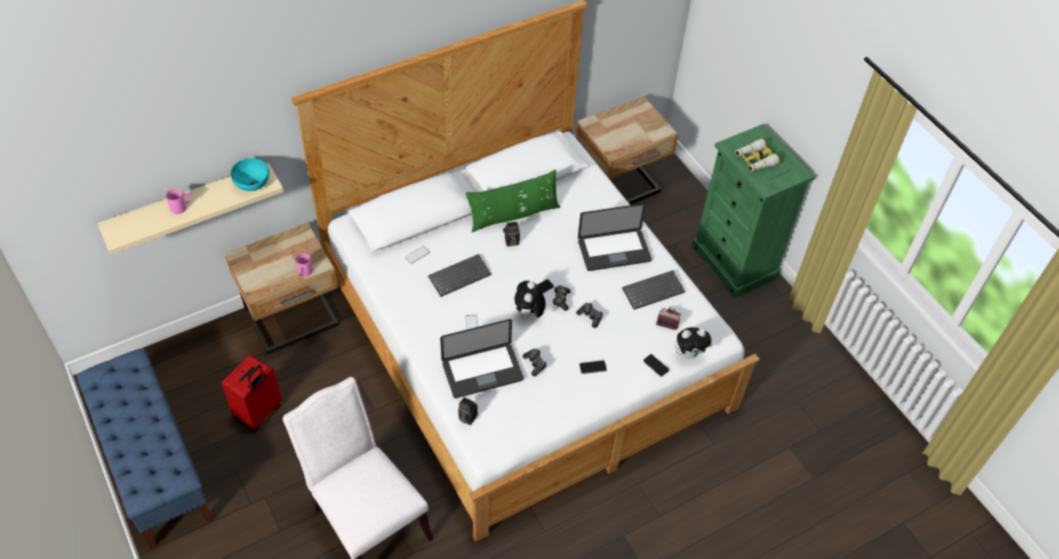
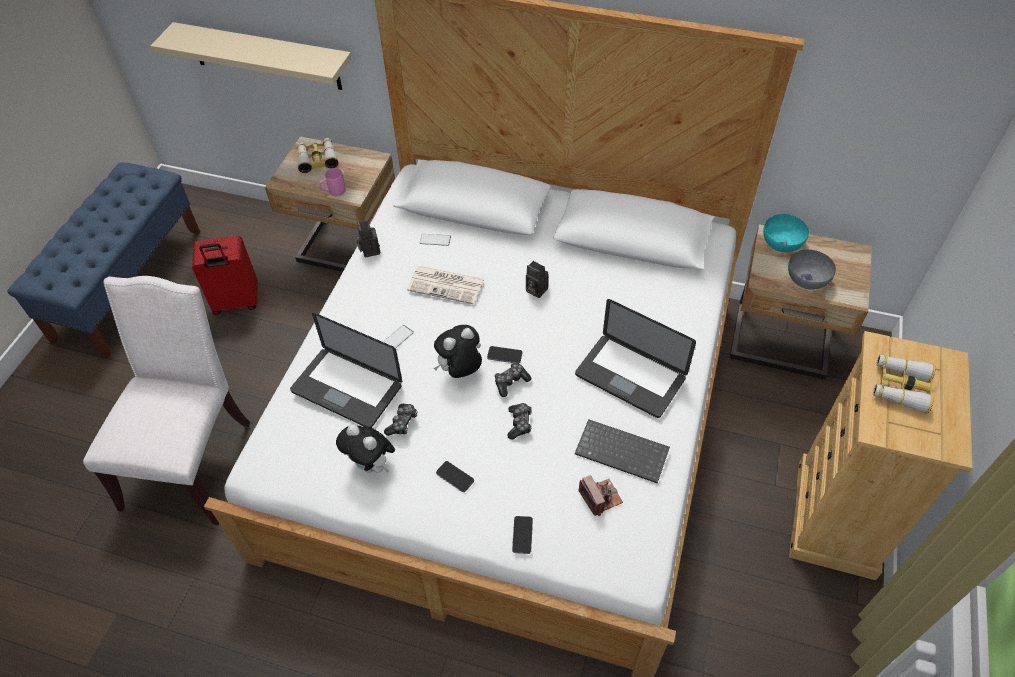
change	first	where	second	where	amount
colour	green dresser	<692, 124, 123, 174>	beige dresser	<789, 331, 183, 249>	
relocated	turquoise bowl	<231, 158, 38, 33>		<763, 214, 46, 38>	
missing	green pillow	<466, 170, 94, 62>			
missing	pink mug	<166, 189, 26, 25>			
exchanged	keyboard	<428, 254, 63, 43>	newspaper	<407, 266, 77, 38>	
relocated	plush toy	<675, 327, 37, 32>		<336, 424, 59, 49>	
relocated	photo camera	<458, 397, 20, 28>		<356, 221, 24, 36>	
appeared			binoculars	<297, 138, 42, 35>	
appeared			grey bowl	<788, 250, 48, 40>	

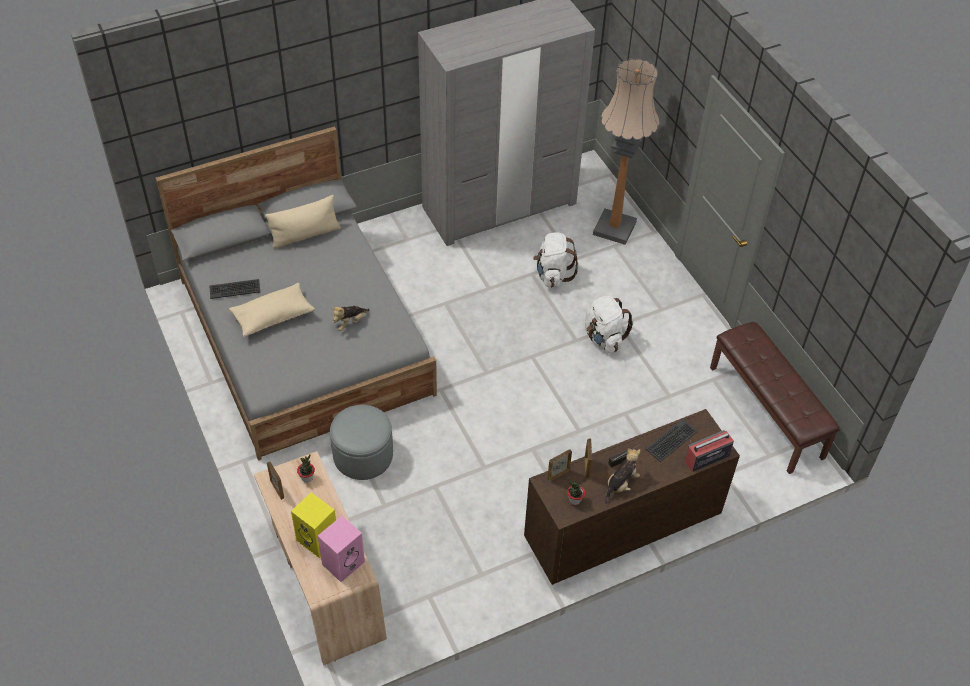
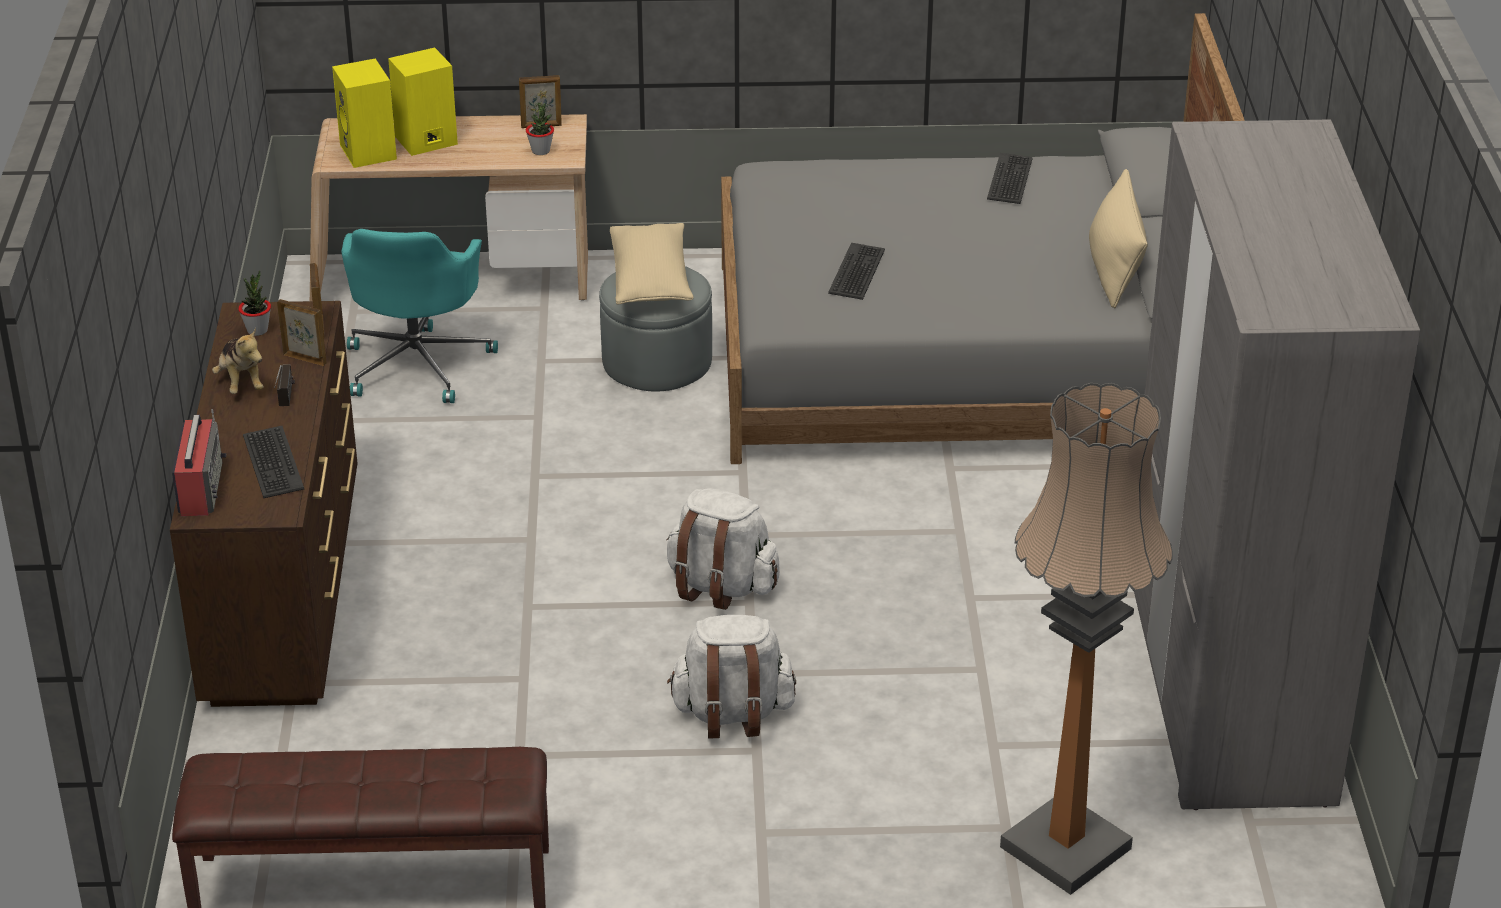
change	first	where	second	where	amount
relocated	white backpack	<533, 233, 45, 54>		<666, 489, 114, 121>	
relocated	beige pillow	<229, 283, 86, 54>		<610, 223, 84, 81>	
exchanged	plush toy	<331, 306, 39, 25>	keyboard	<828, 243, 57, 57>	
colour	pink speaker	<318, 516, 47, 67>	yellow speaker	<332, 58, 65, 110>	
appeared			turquoise office chair	<341, 229, 157, 174>	

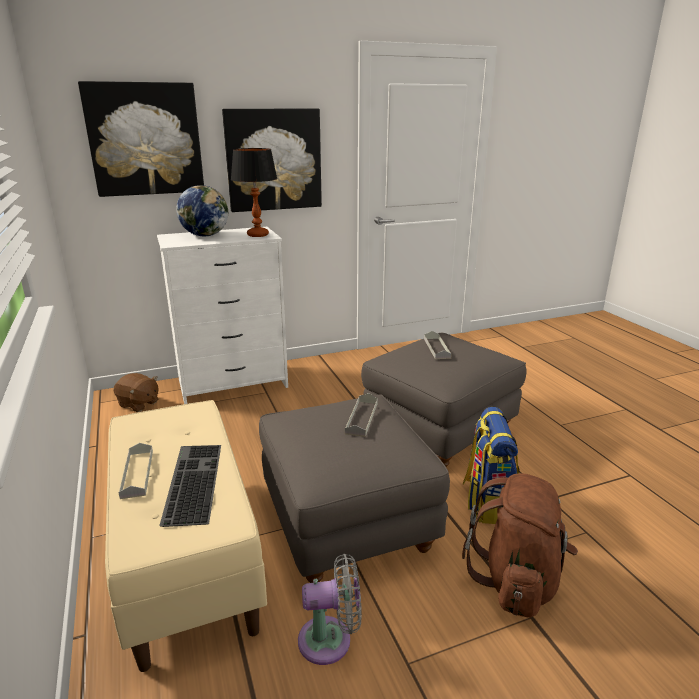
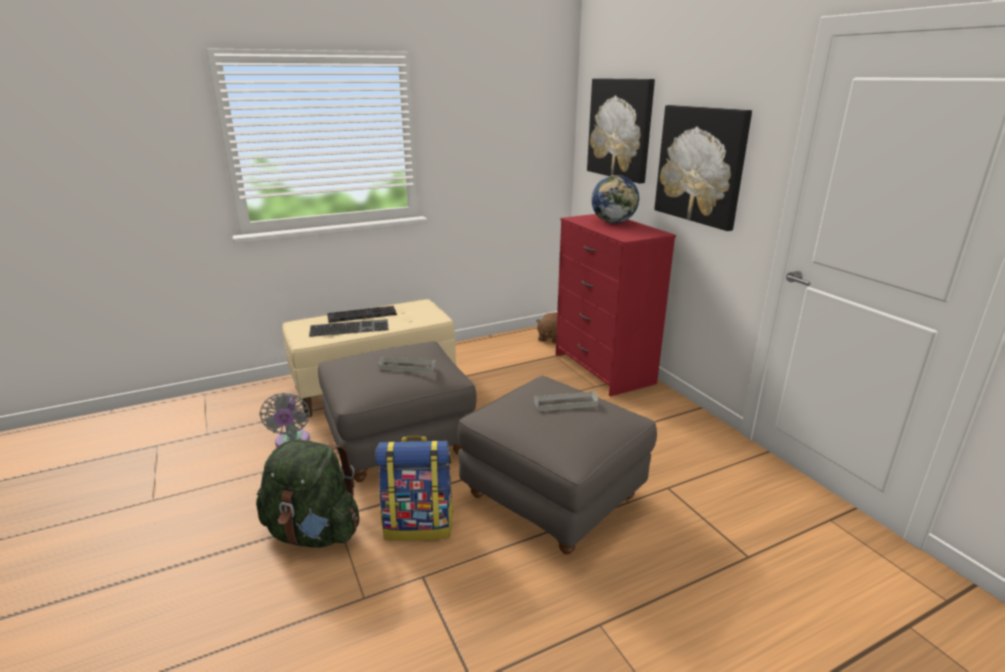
change	first	where	second	where	amount
missing	table lamp	<231, 148, 46, 89>			
colour	white dresser	<157, 227, 131, 177>	red dresser	<556, 214, 120, 182>	
exchanged	grey tray	<118, 443, 35, 56>	keyboard	<327, 306, 70, 17>	
colour	brown backpack	<462, 473, 116, 145>	green backpack	<256, 439, 103, 109>	

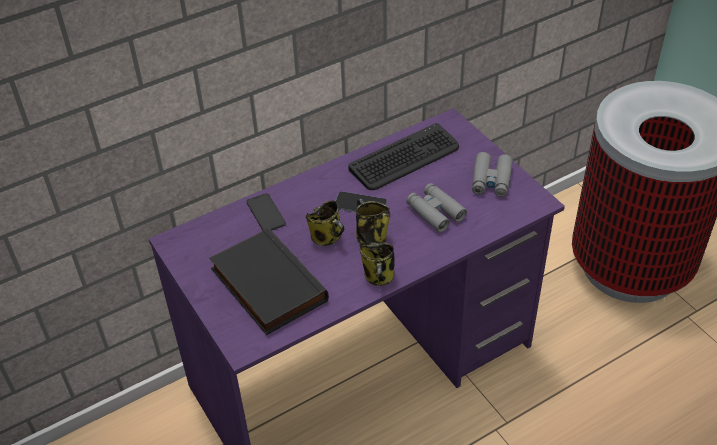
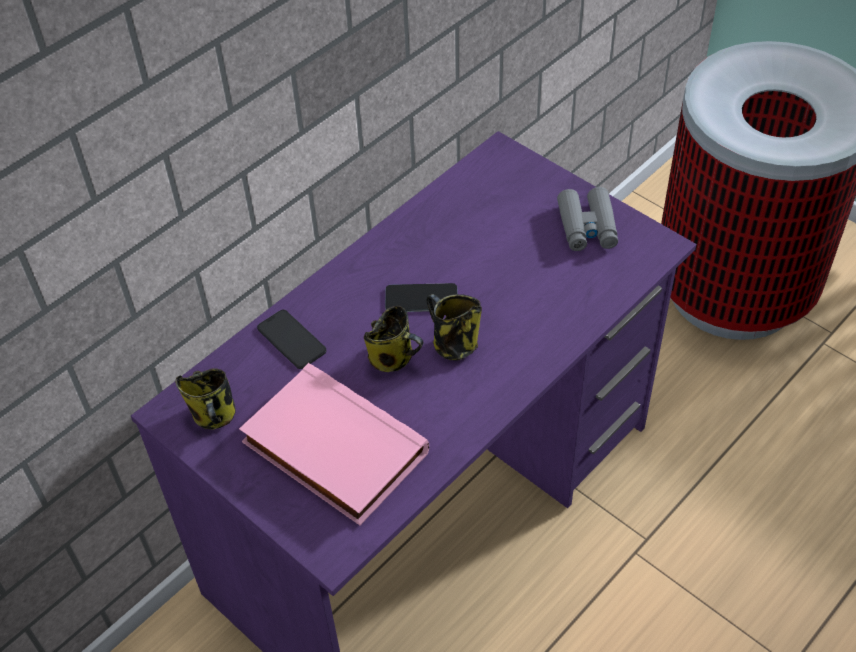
change	first	where	second	where	amount
missing	keyboard	<348, 123, 111, 67>			
missing	grey binoculars	<406, 183, 61, 49>			
colour	black book	<209, 228, 120, 107>	pink book	<239, 363, 190, 162>	
relocated	mug	<359, 243, 36, 43>		<175, 368, 61, 62>	

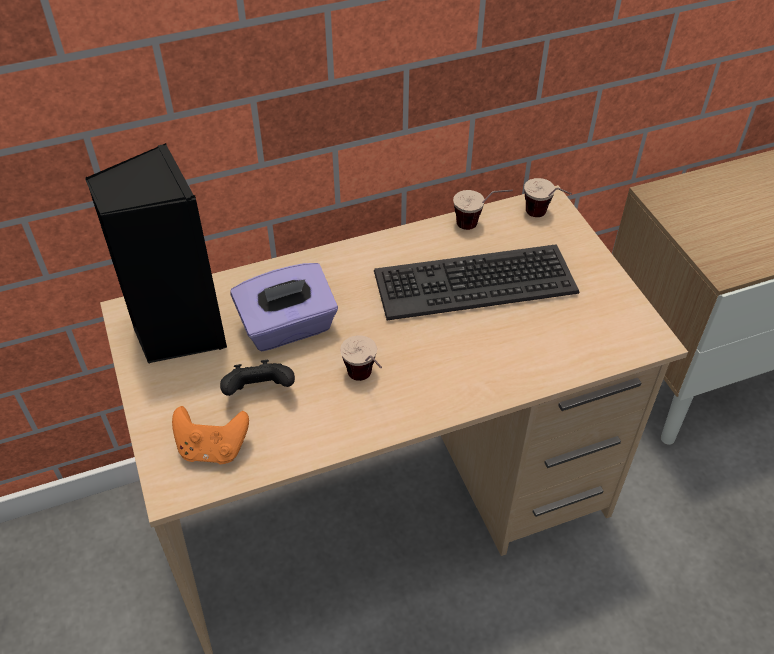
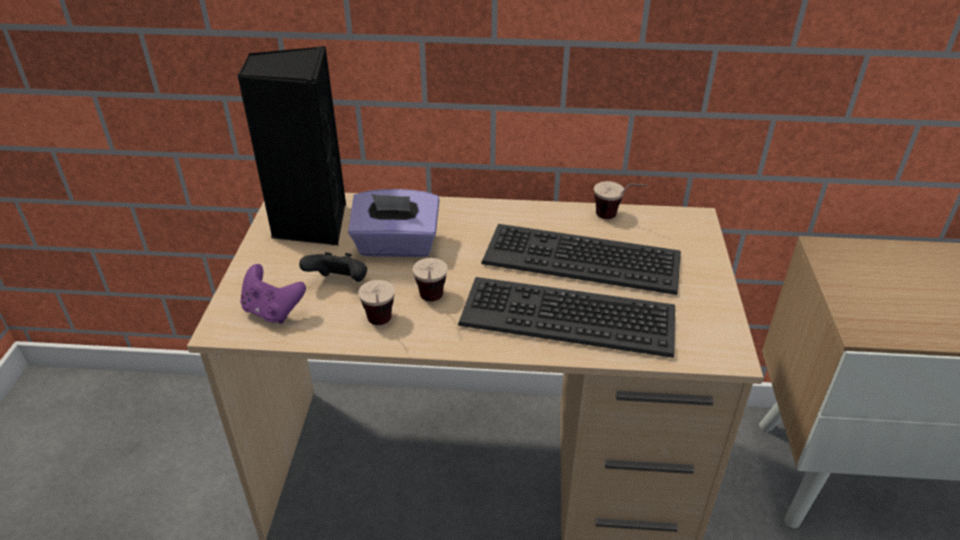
change	first	where	second	where	amount
relocated	cup	<524, 178, 48, 39>		<358, 280, 37, 45>	
colour	orange game controller	<172, 406, 77, 58>	purple game controller	<241, 264, 65, 60>	
appeared			keyboard	<458, 277, 217, 81>	

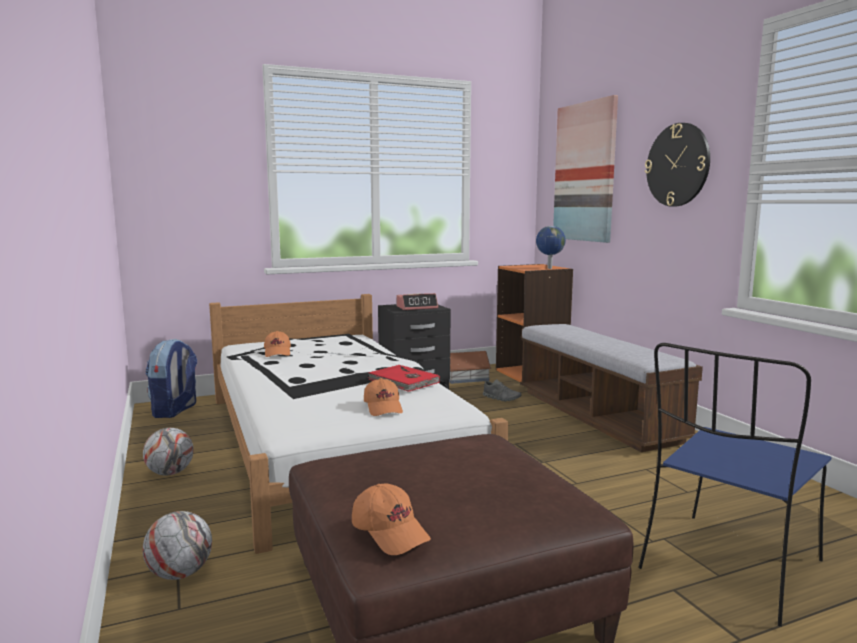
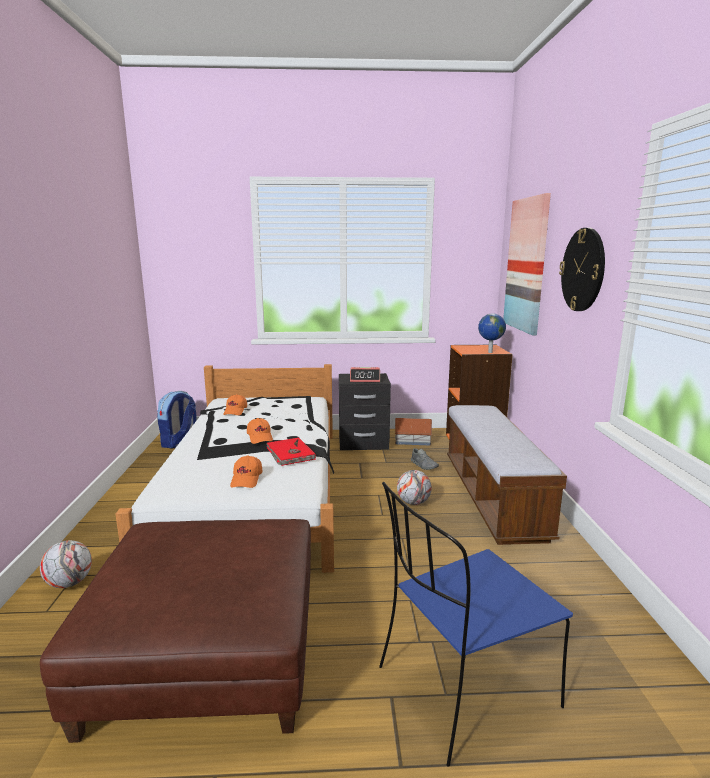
change	first	where	second	where	amount
relocated	football	<143, 428, 51, 47>		<397, 470, 35, 35>	
relocated	orange cap	<352, 483, 79, 72>		<247, 418, 26, 26>	

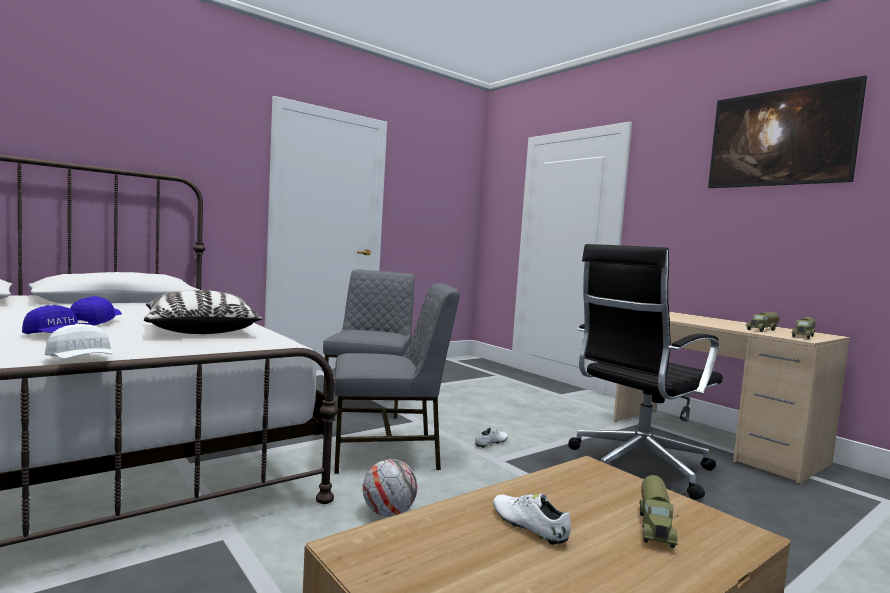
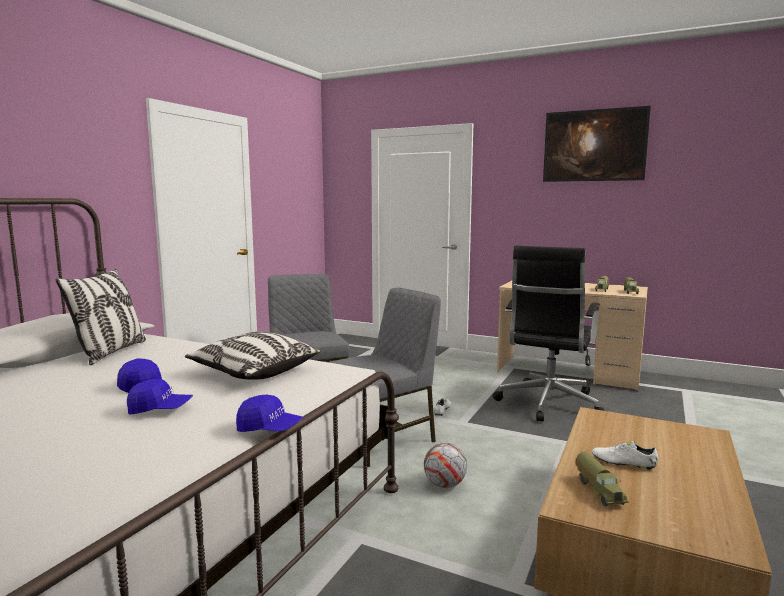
change	first	where	second	where	amount
colour	white cap	<45, 323, 68, 36>	blue cap	<236, 395, 67, 37>	
relocated	toy truck	<639, 475, 40, 73>		<575, 452, 53, 54>	
appeared			pillow	<56, 269, 90, 96>	

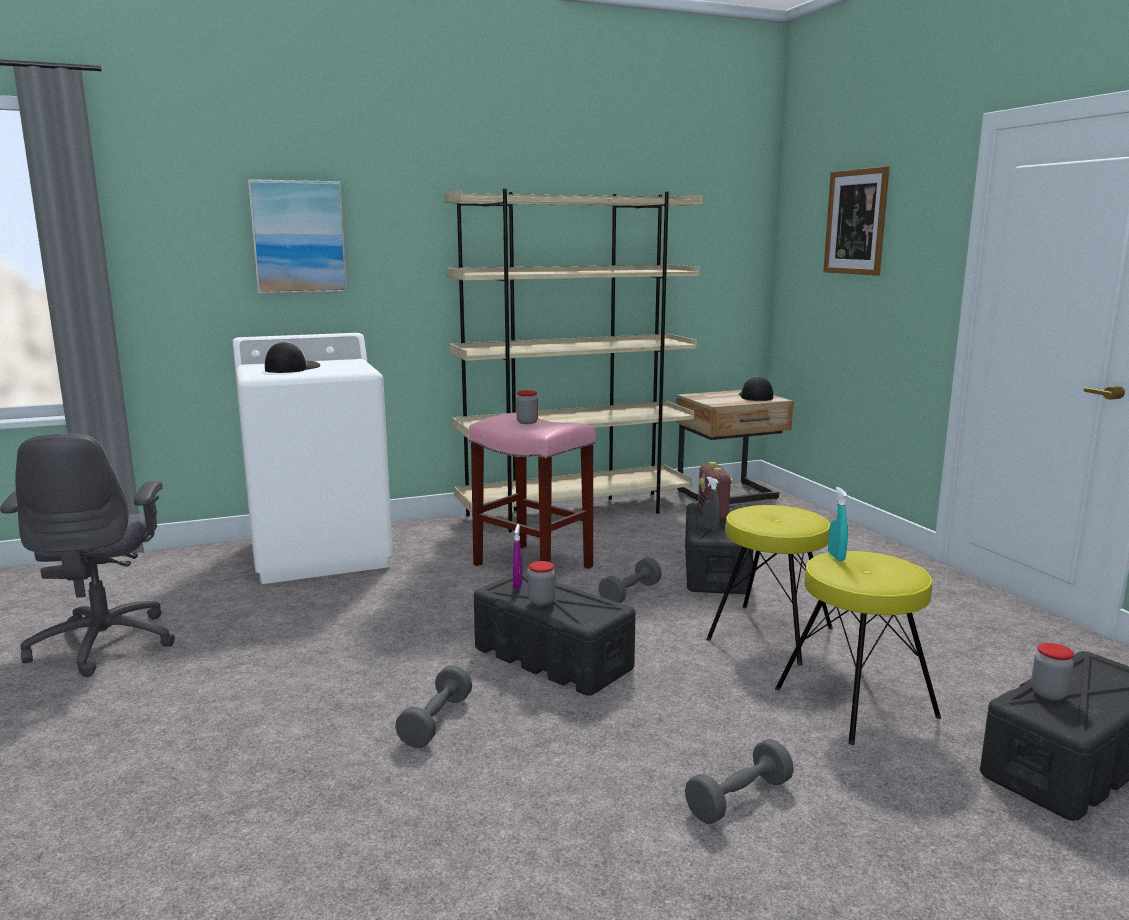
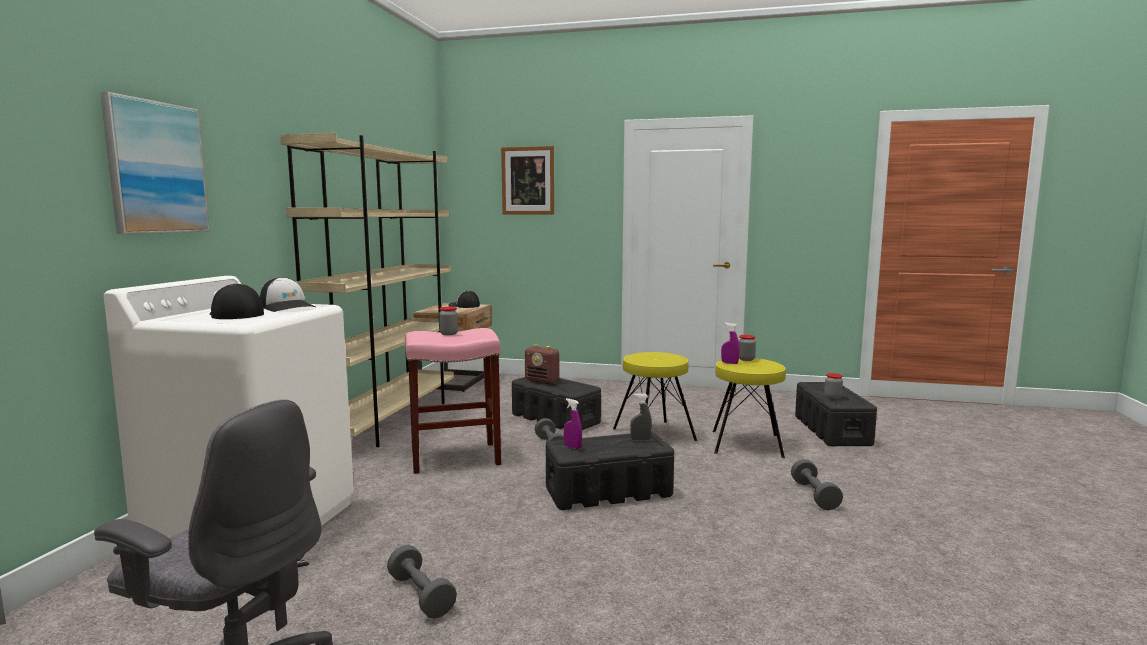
change	first	where	second	where	amount
relocated	grey spray bottle	<703, 477, 17, 53>		<630, 393, 22, 48>	
colour	turquoise spray bottle	<828, 487, 20, 74>	purple spray bottle	<721, 323, 19, 41>	
relocated	jar	<528, 561, 27, 45>		<739, 335, 17, 26>	
relocated	grey dumbbell	<395, 665, 77, 83>		<387, 545, 70, 74>	
appeared			cap	<260, 277, 55, 35>	

